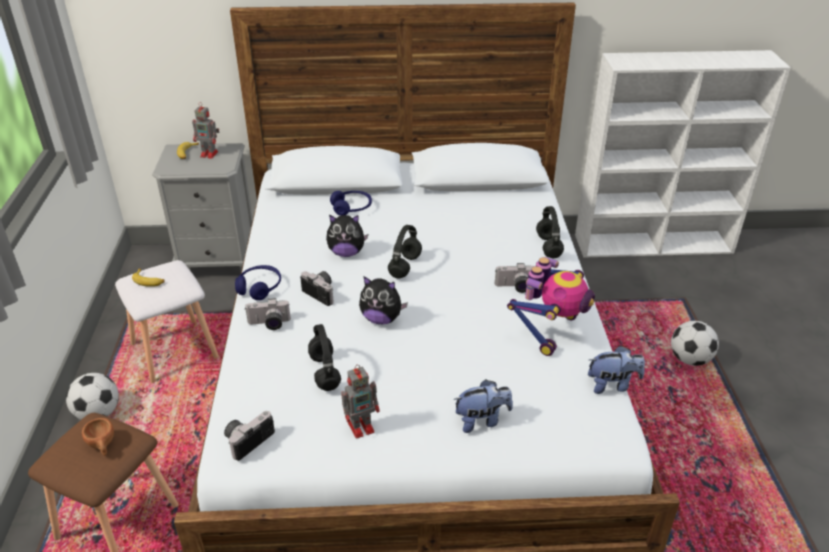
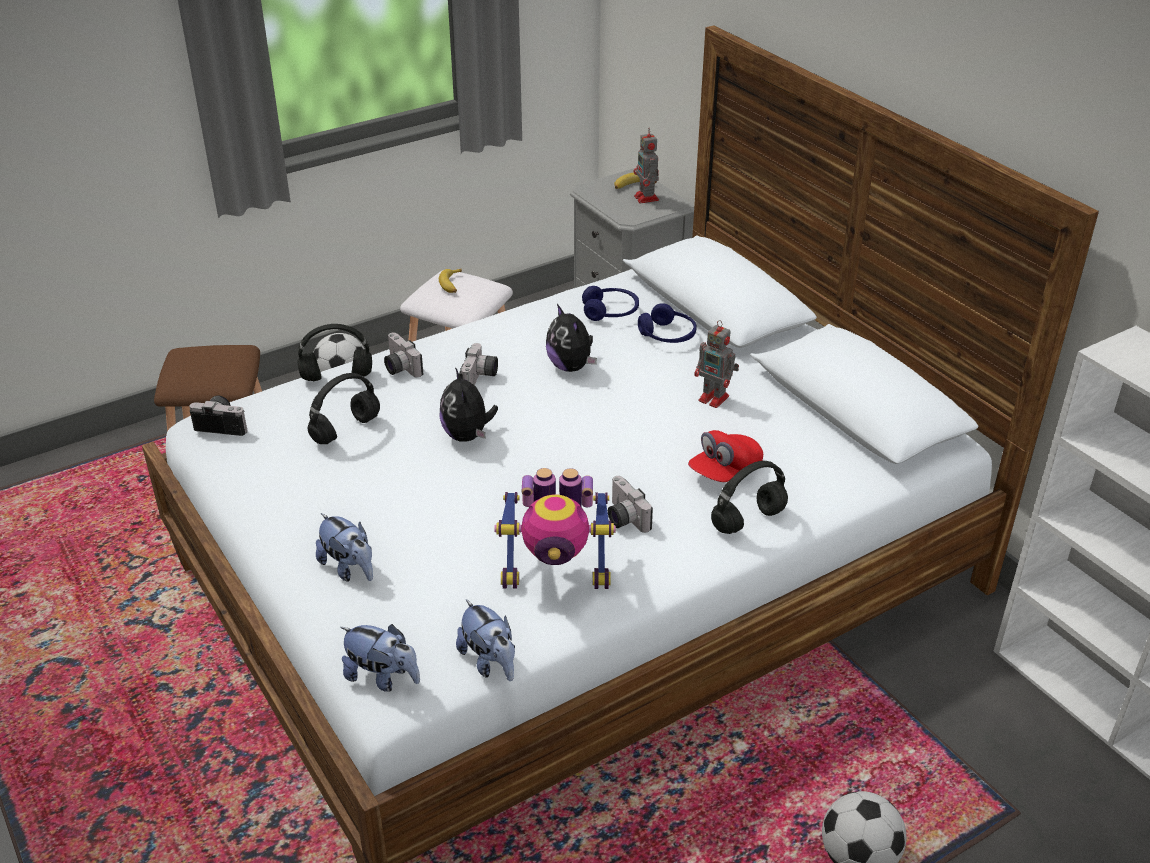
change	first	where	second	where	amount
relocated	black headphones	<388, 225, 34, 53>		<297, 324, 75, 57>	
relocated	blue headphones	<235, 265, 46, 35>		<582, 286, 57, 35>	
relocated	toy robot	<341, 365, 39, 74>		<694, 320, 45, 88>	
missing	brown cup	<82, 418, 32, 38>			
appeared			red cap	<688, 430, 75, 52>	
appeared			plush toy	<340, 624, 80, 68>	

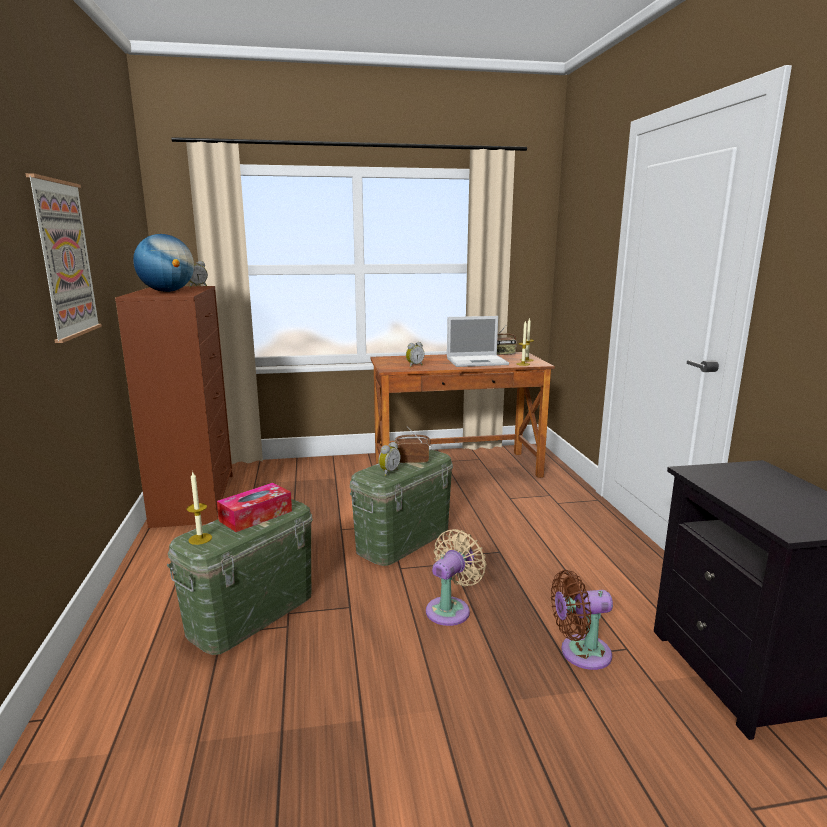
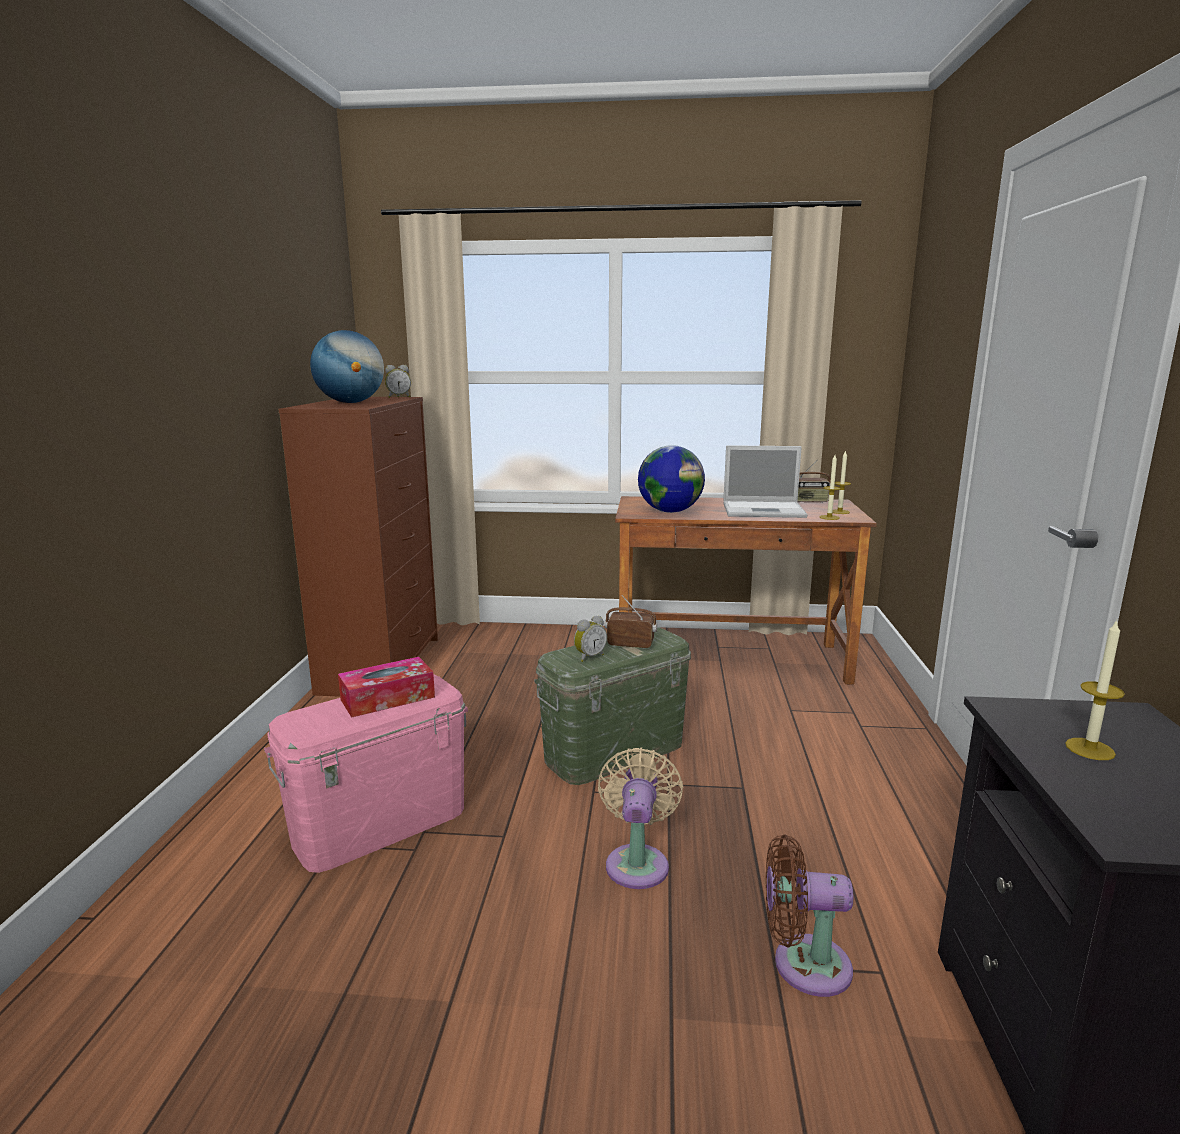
change	first	where	second	where	amount
missing	picture	<25, 173, 77, 170>			
exchanged	alarm clock	<406, 342, 19, 25>	globe	<638, 445, 67, 68>	
relocated	candle	<186, 472, 26, 73>		<1065, 620, 60, 140>	
colour	green storage box	<167, 499, 146, 156>	pink storage box	<264, 674, 204, 199>	
spun	beige fan	<426, 529, 60, 97>		<598, 747, 85, 142>	45 degrees counterclockwise

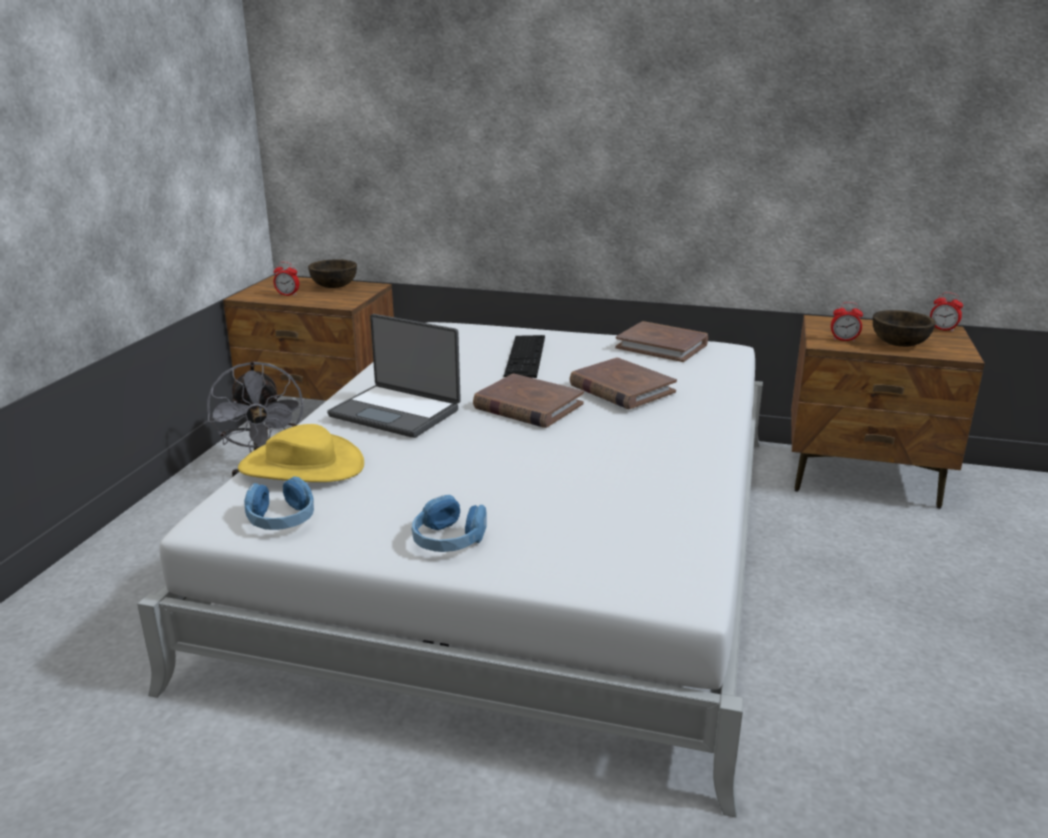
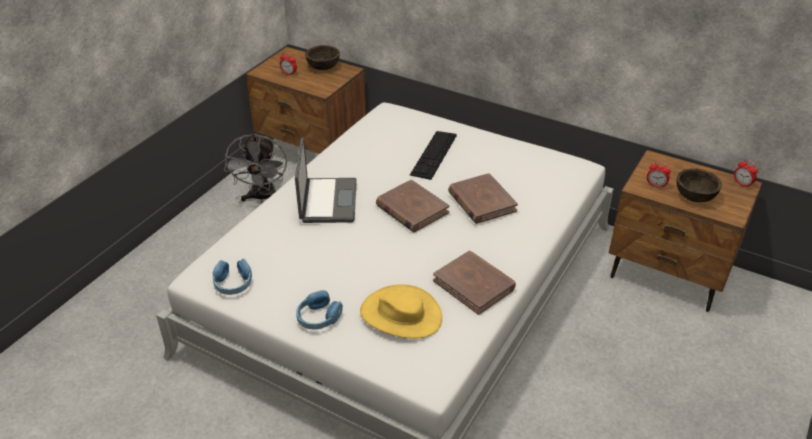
change	first	where	second	where	amount
spun	laptop	<327, 314, 134, 124>		<295, 138, 62, 85>	135 degrees counterclockwise
relocated	brown book	<615, 321, 93, 41>		<433, 251, 83, 64>	
relocated	yellow hat	<238, 424, 126, 58>		<360, 284, 82, 55>	

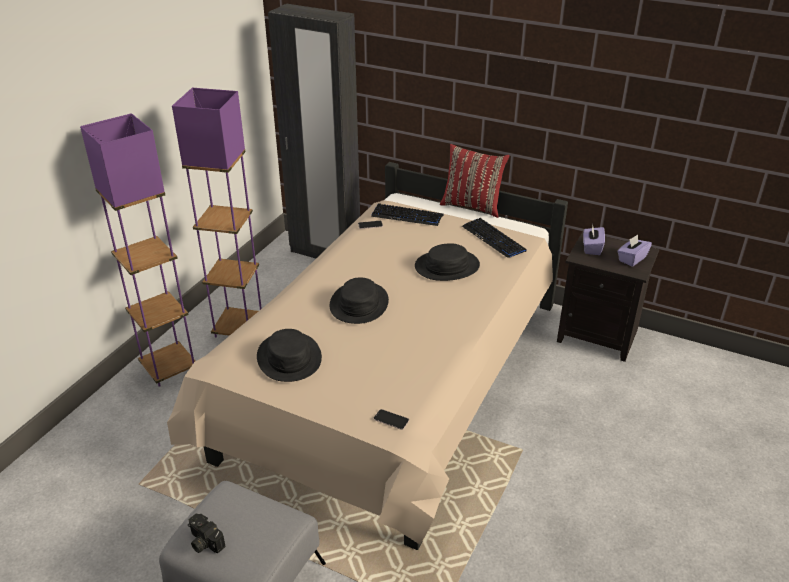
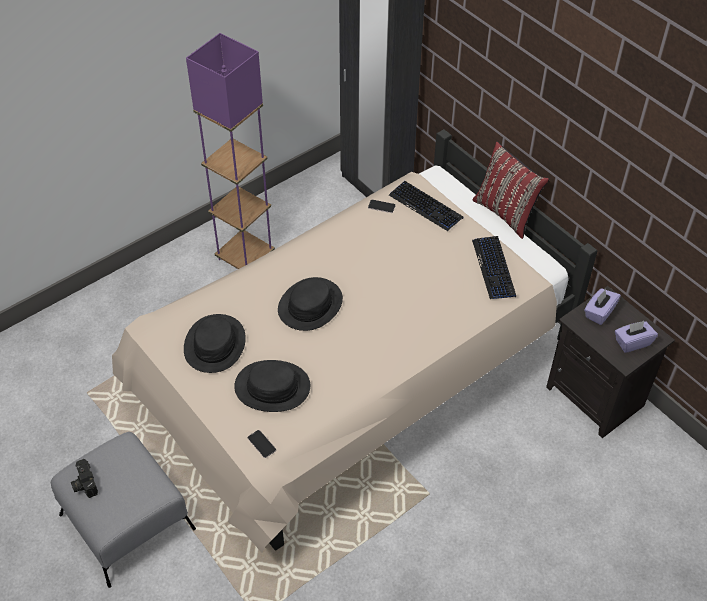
change	first	where	second	where	amount
missing	purple floor lamp	<80, 113, 116, 274>			
relocated	black hat	<415, 243, 65, 38>		<234, 360, 76, 52>	

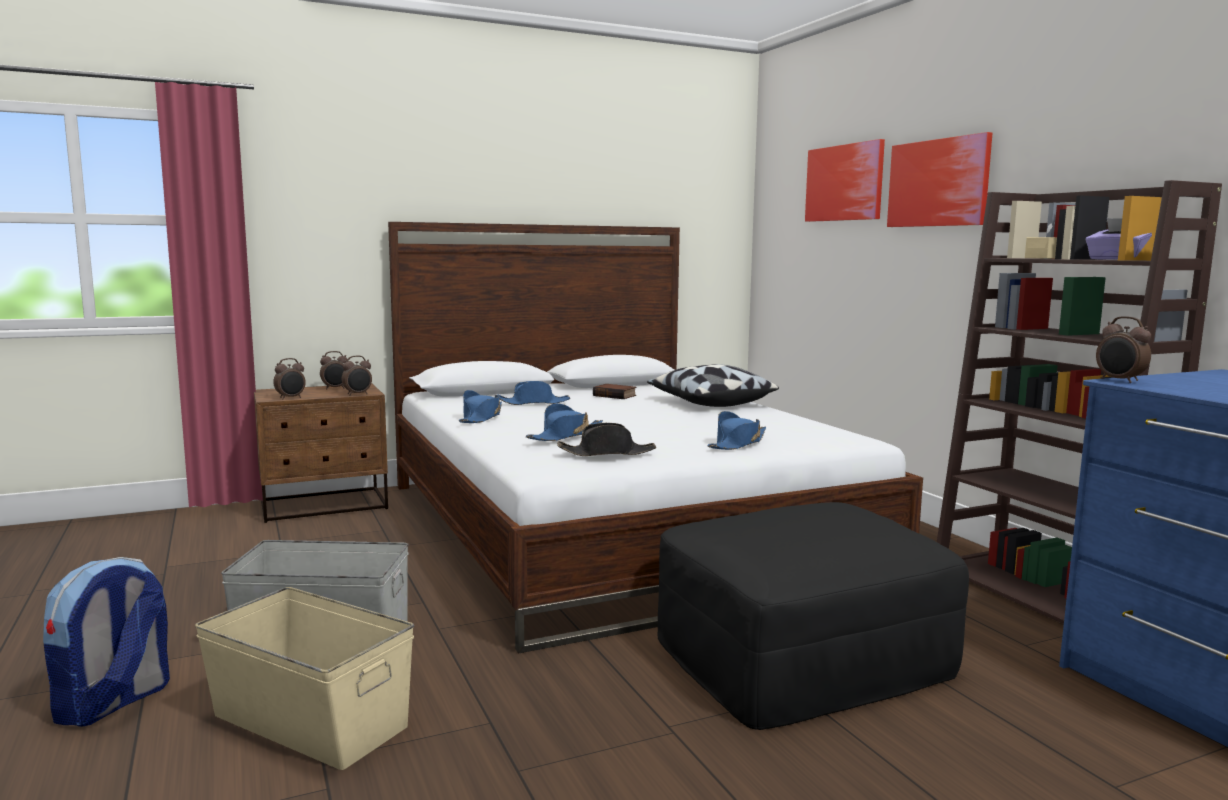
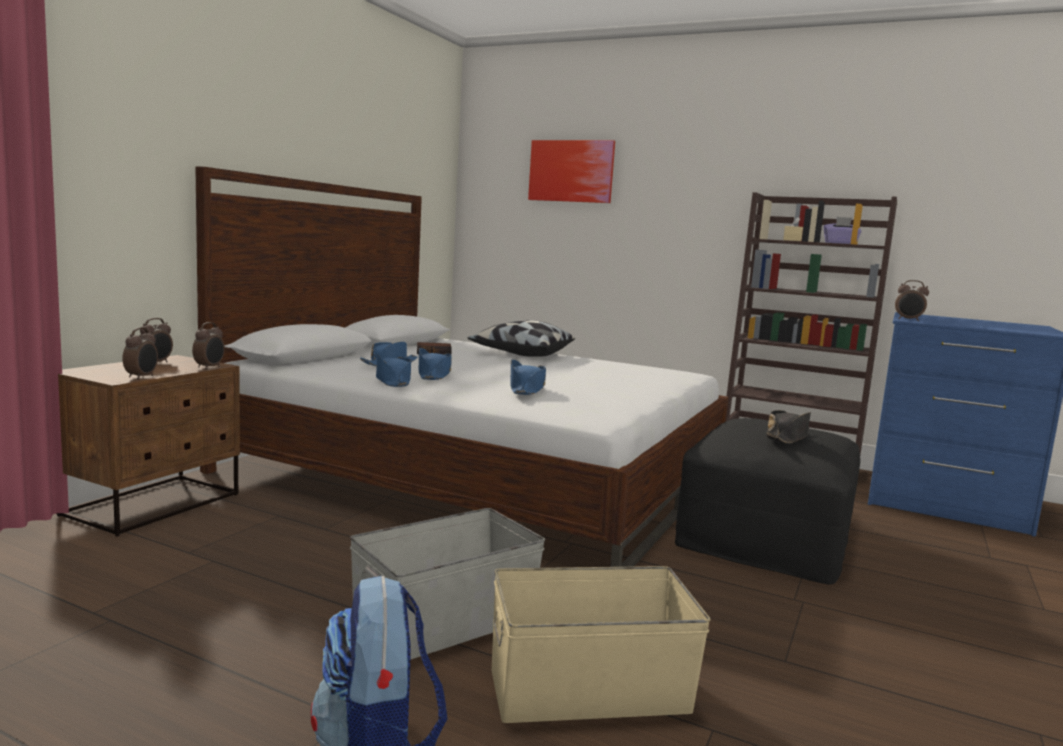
change	first	where	second	where	amount
missing	picture	<887, 132, 105, 95>			
relocated	blue hat	<708, 411, 58, 39>		<419, 348, 33, 32>	
relocated	black hat	<557, 423, 99, 33>		<766, 410, 45, 33>	

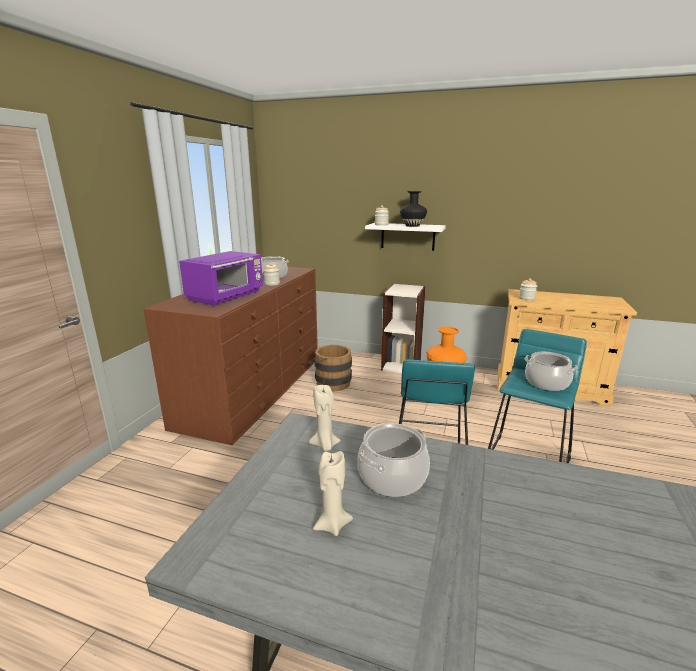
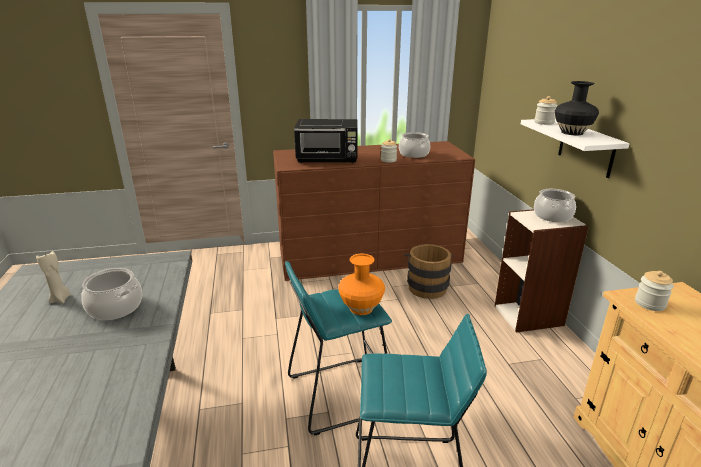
change	first	where	second	where	amount
colour	purple microwave	<179, 251, 84, 55>	black microwave	<294, 119, 64, 44>	
relocated	cooking pot	<525, 352, 53, 39>		<534, 189, 42, 33>	
missing	beige candle	<309, 385, 32, 66>			

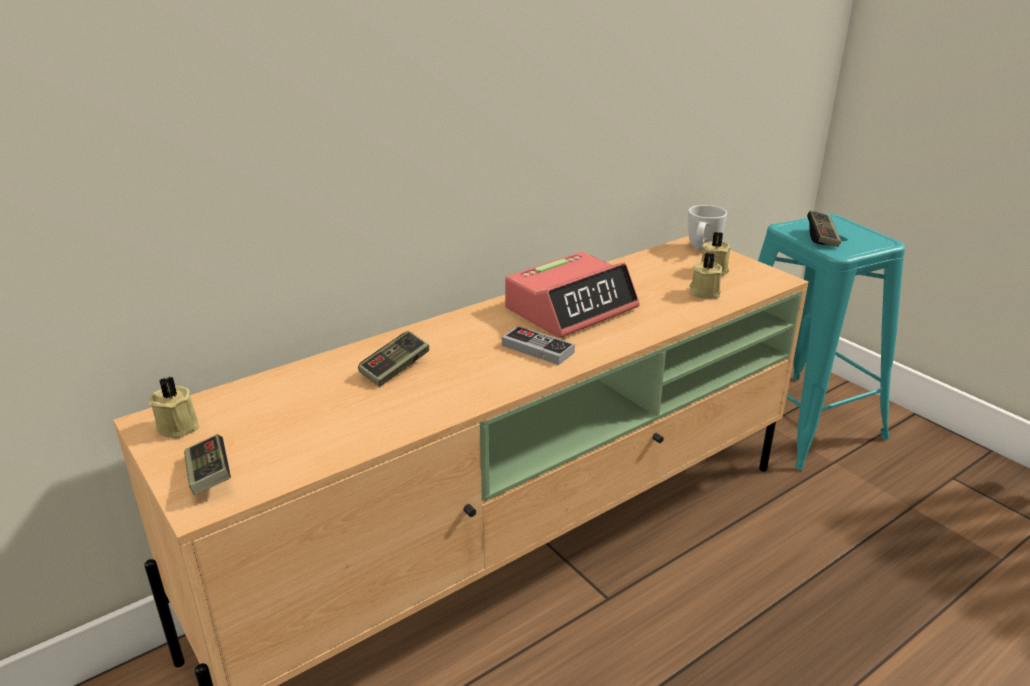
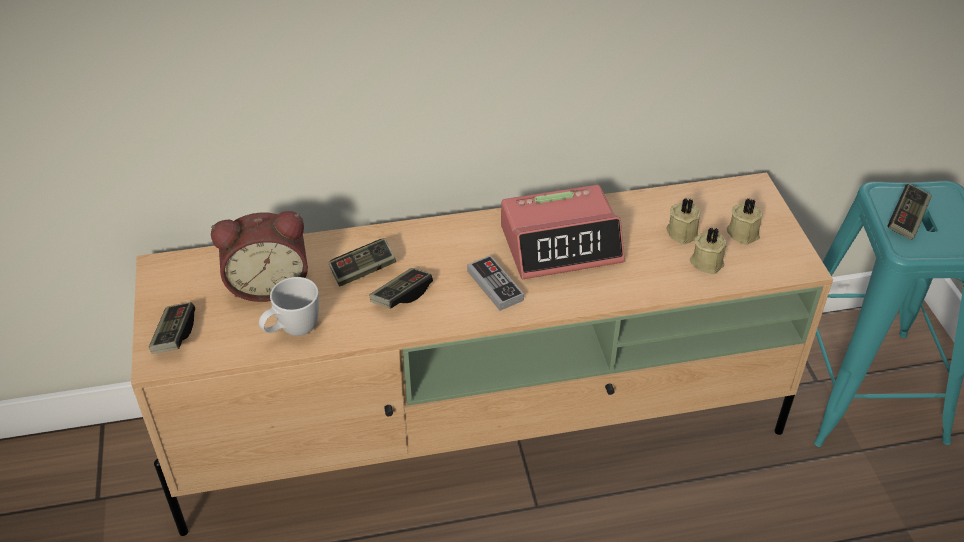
change	first	where	second	where	amount
relocated	white mug	<688, 205, 39, 45>		<259, 277, 60, 59>	
relocated	beige candle	<148, 377, 52, 62>		<667, 198, 33, 46>	
appeared			alarm clock	<211, 211, 97, 91>	
appeared			game controller	<370, 268, 63, 41>	

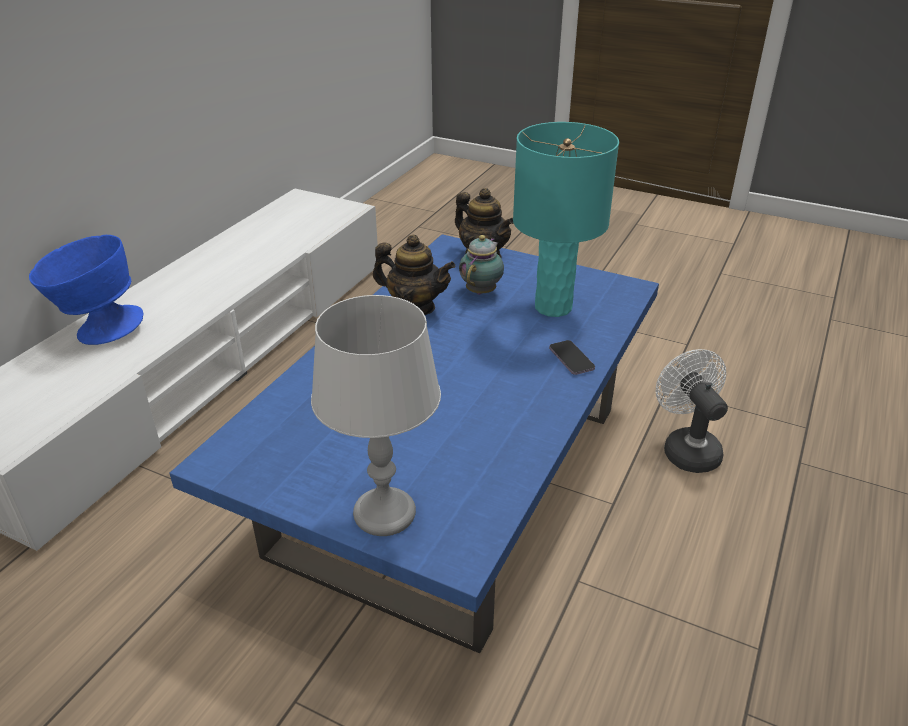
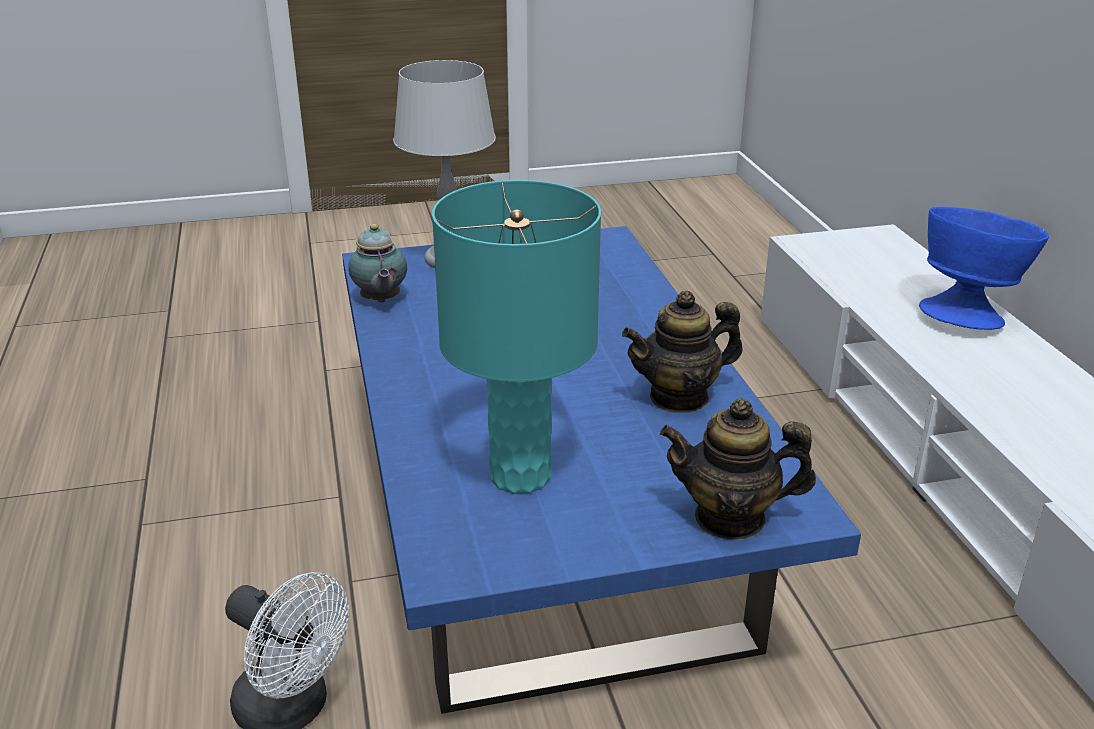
change	first	where	second	where	amount
relocated	teapot	<459, 235, 45, 60>		<348, 224, 59, 79>	
missing	phone	<549, 340, 46, 35>			

